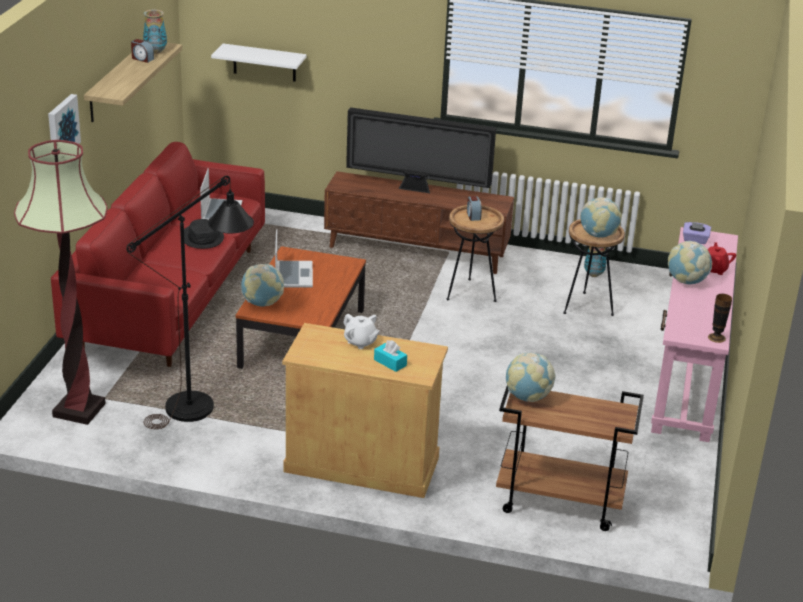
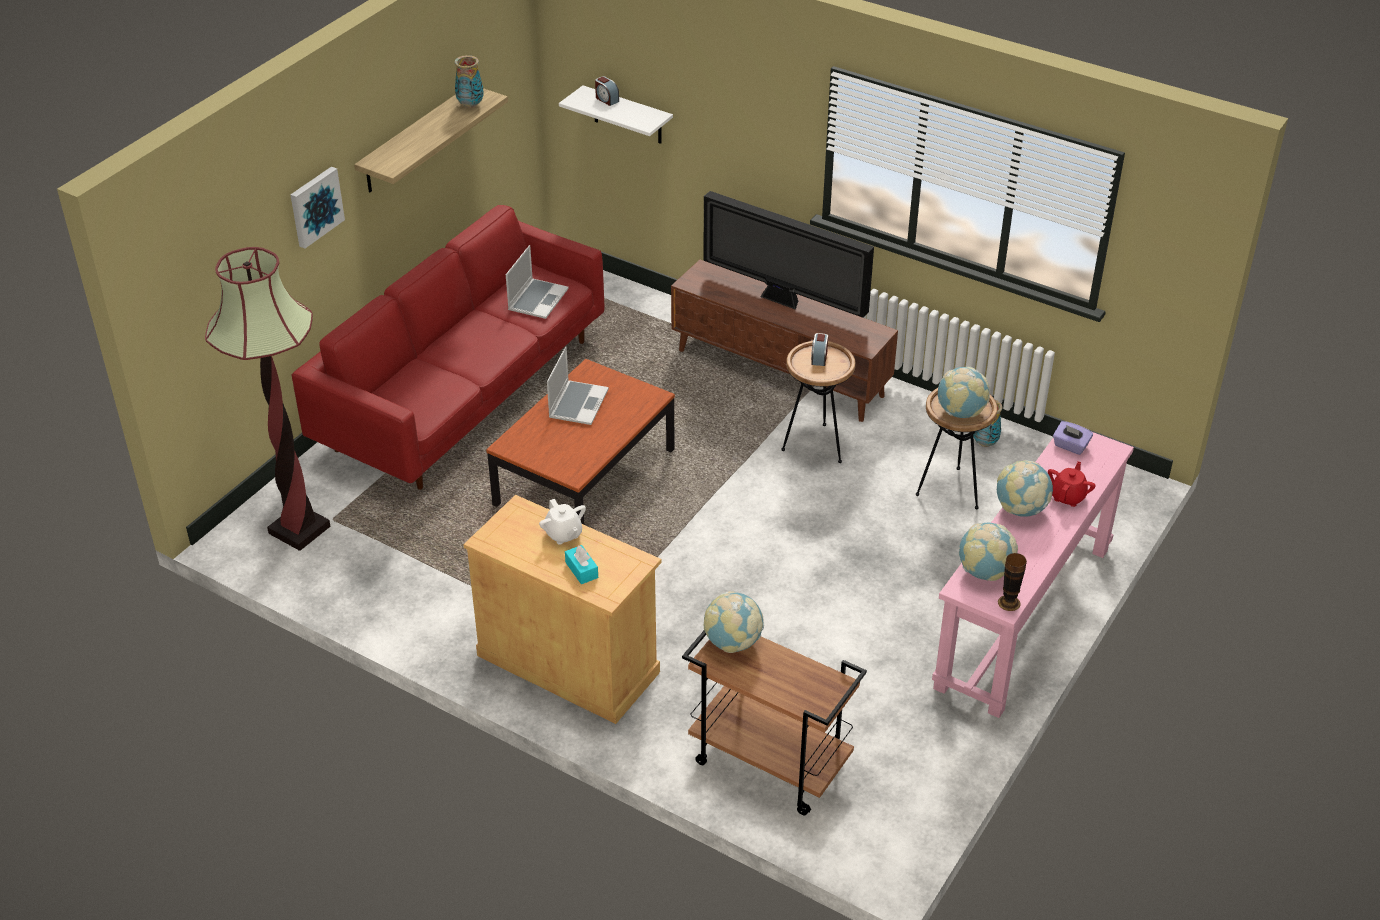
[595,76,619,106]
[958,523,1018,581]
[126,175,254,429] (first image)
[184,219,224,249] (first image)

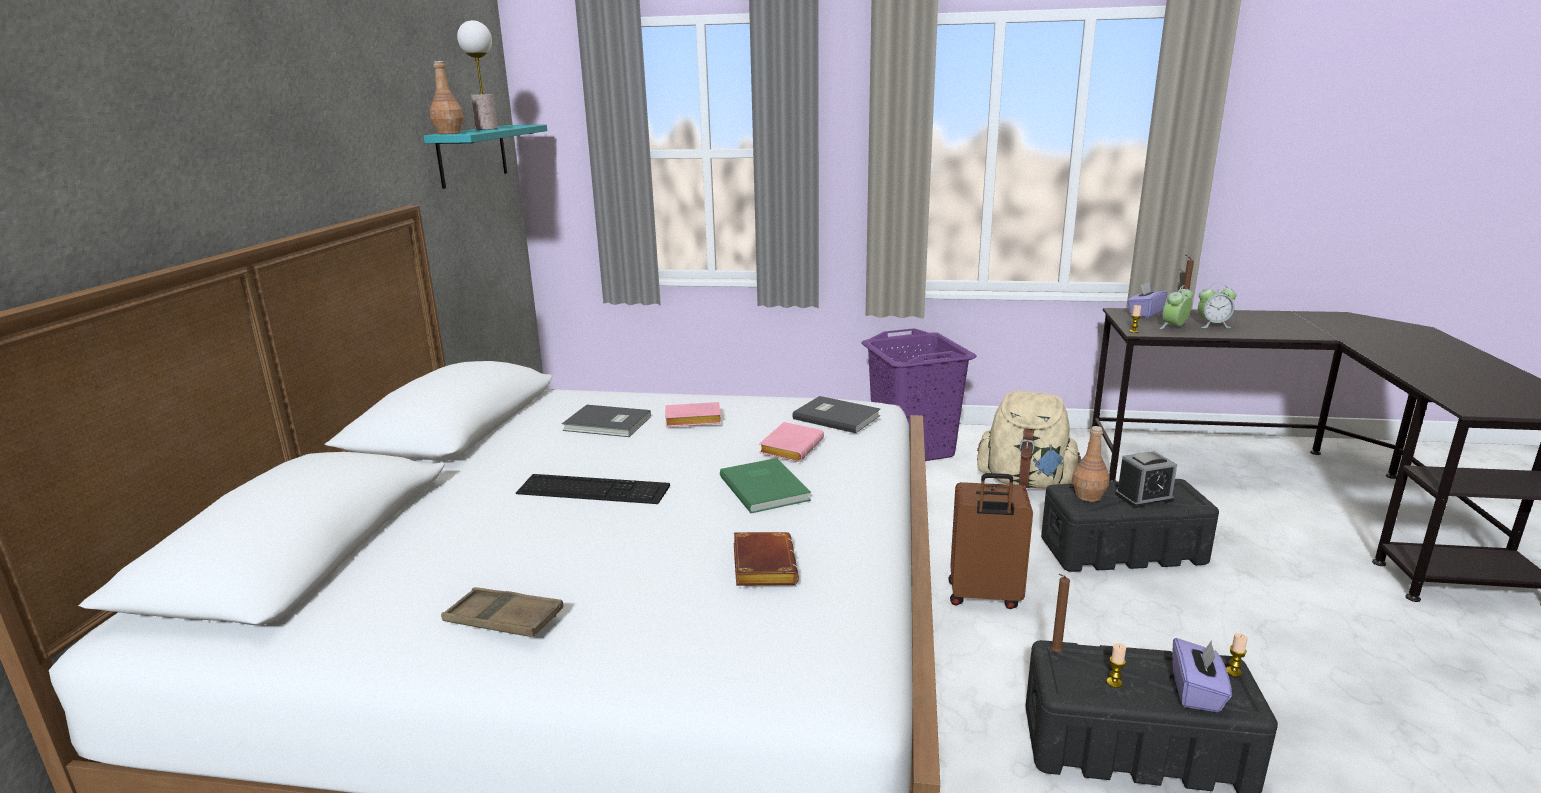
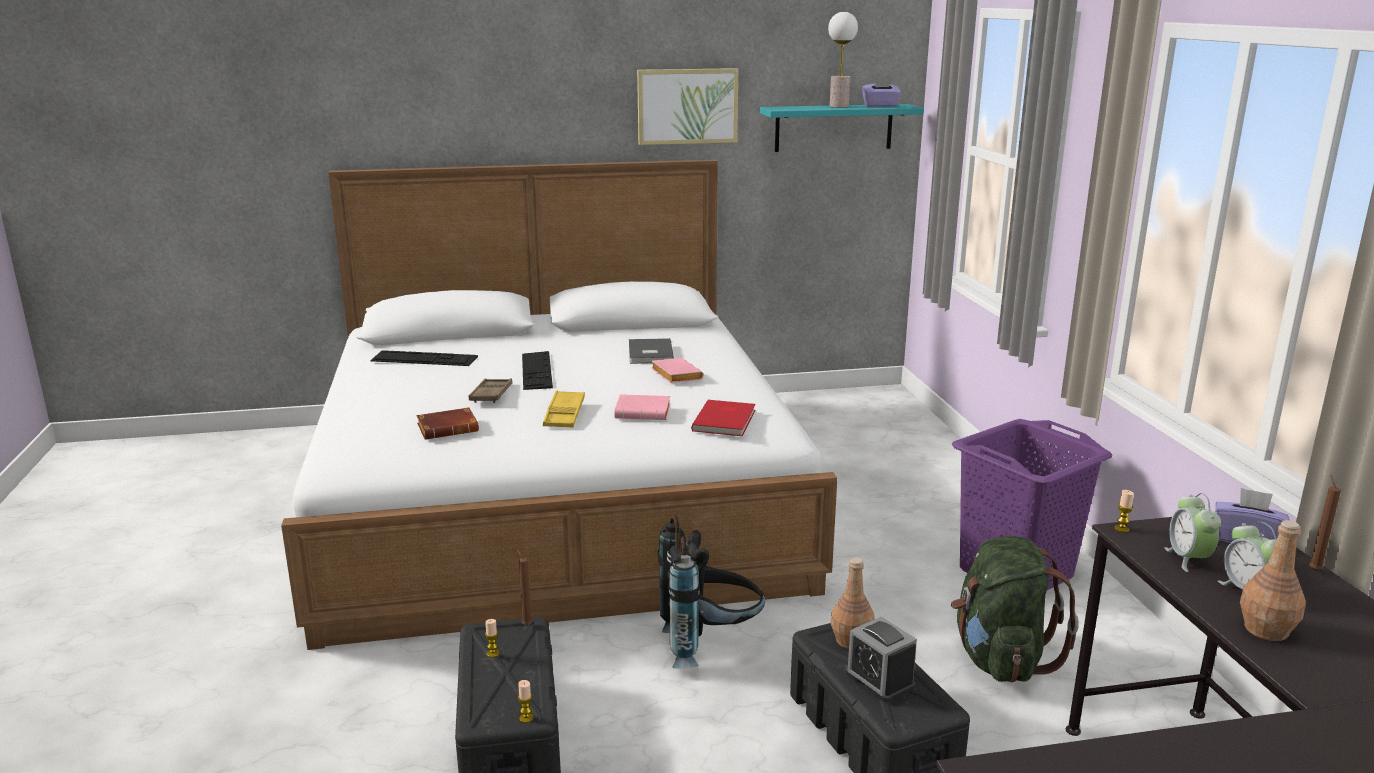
[371,350,478,366]
[469,378,512,403]
[543,390,585,428]
[637,68,738,145]
[658,515,765,669]
[691,400,756,436]
[862,78,901,107]
[951,536,1079,683]
[1165,493,1221,572]
[1240,520,1306,641]

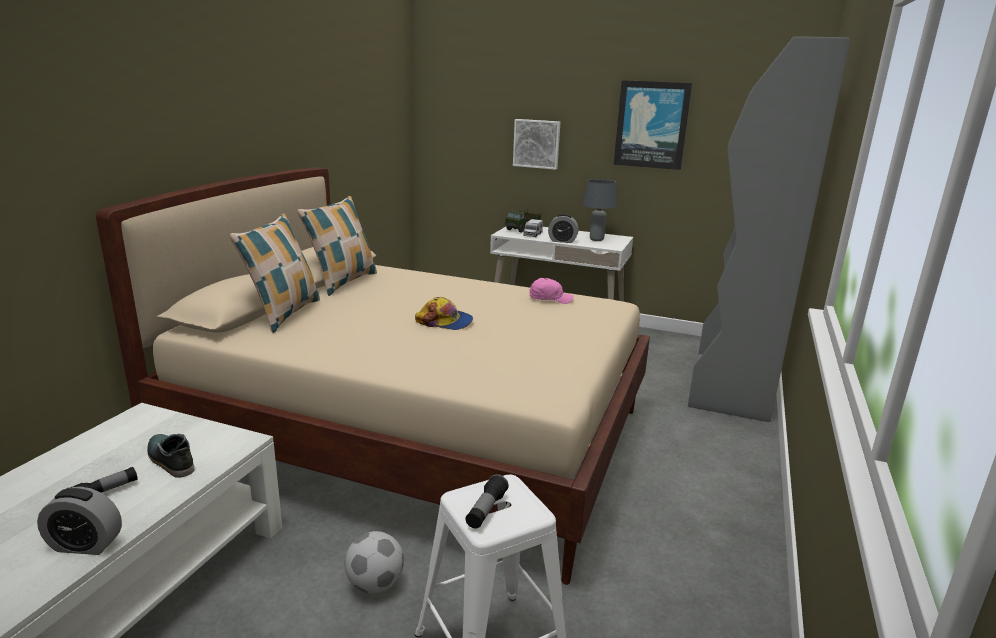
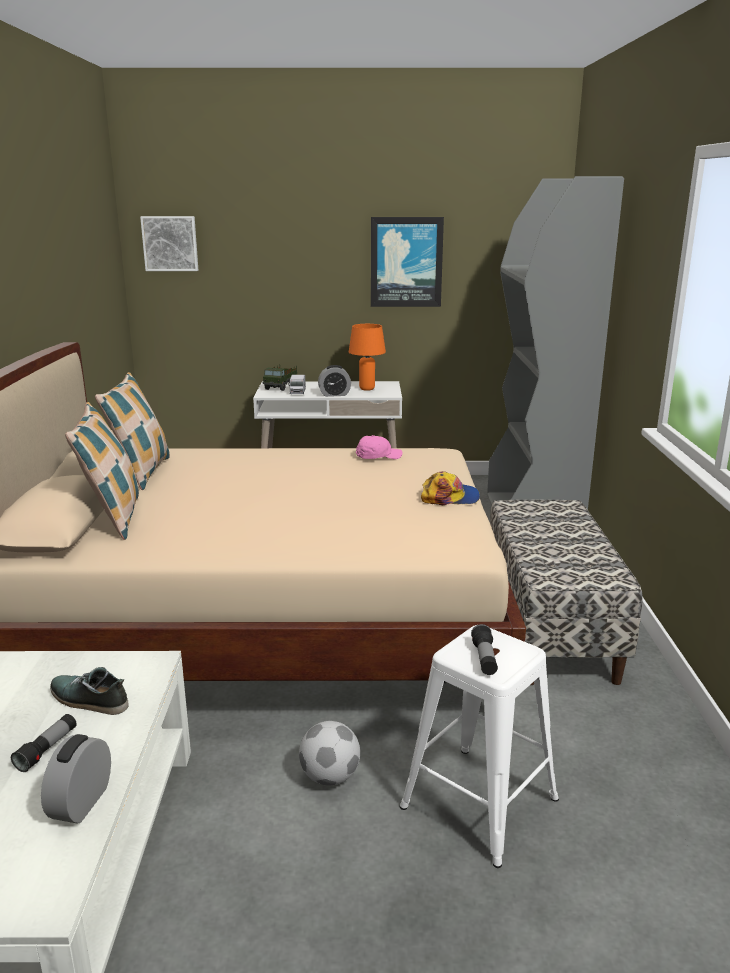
[41,734,111,824]
[140,216,198,271]
[349,324,386,391]
[421,471,480,505]
[490,500,643,685]

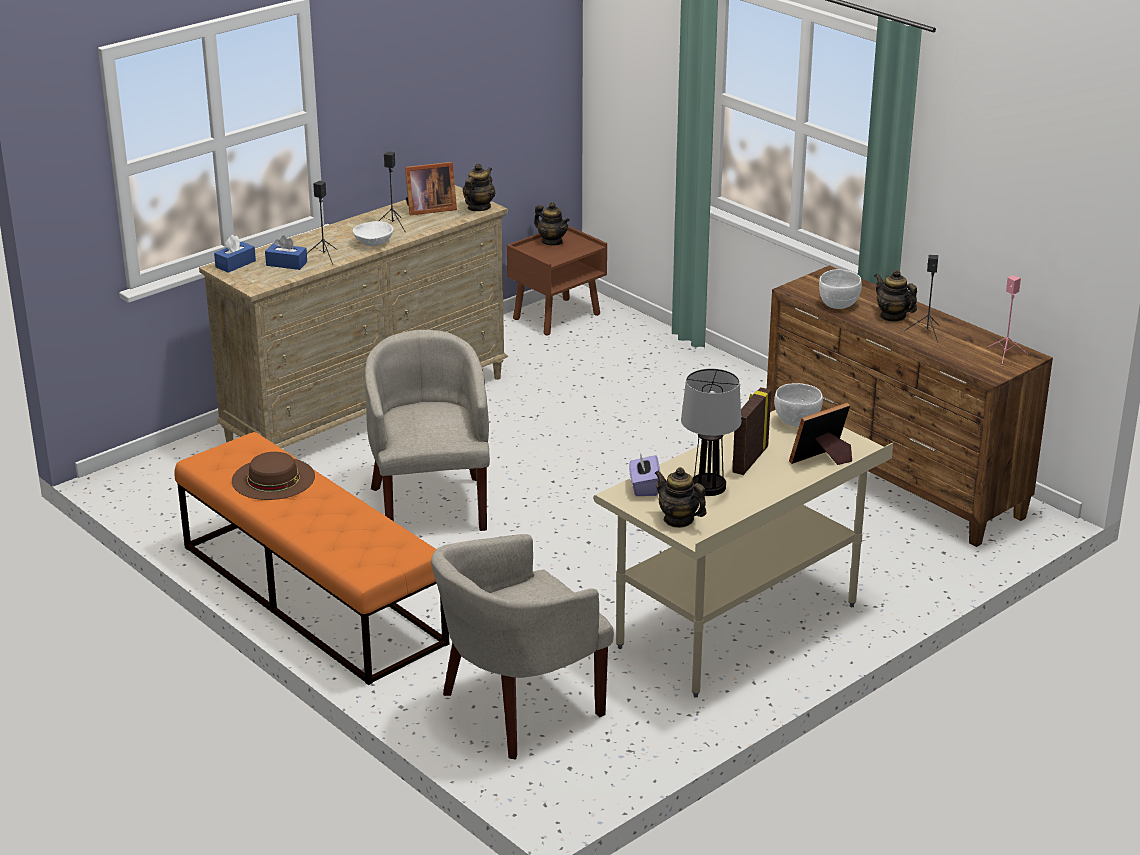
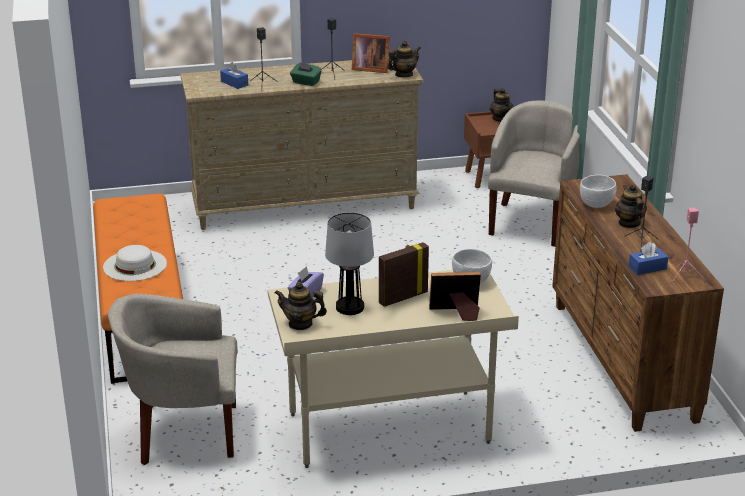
[103,245,167,281]
[275,282,327,330]
[290,62,322,86]
[488,101,580,247]
[628,242,668,275]
[232,452,315,500] (first image)

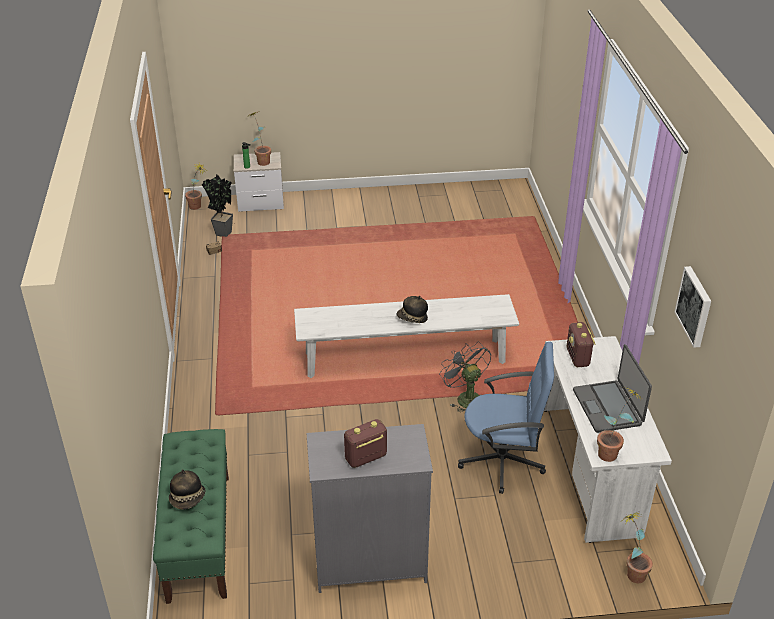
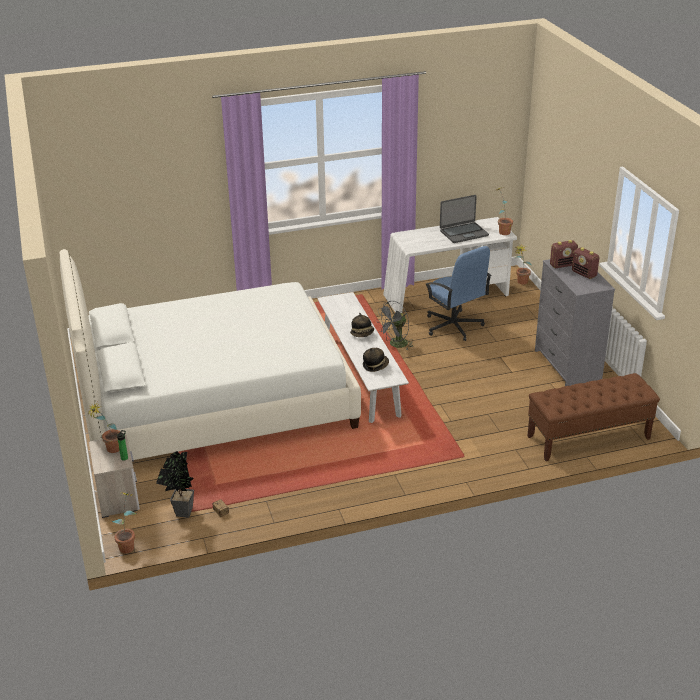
[59,249,361,460]
[363,348,389,372]
[426,246,492,341]
[527,373,660,461]
[550,240,578,268]
[675,266,711,348] (first image)

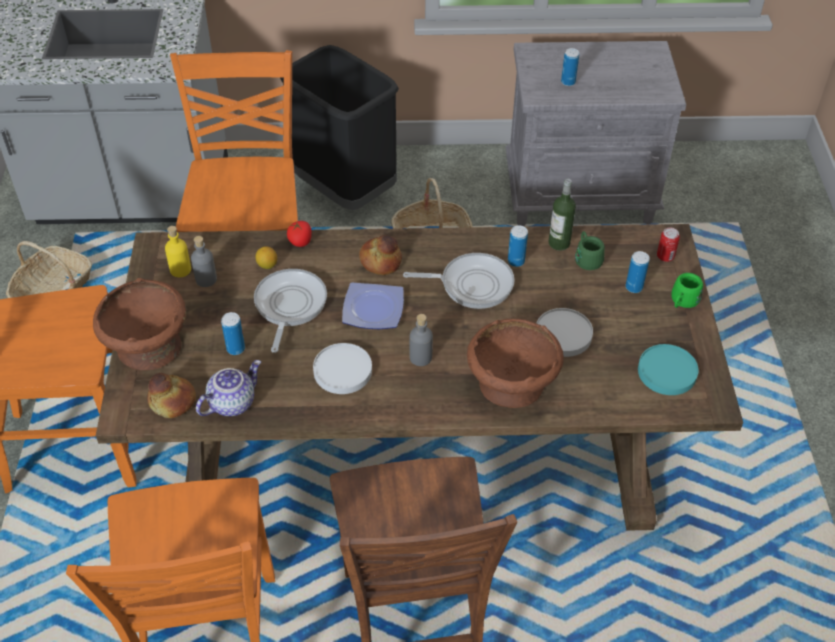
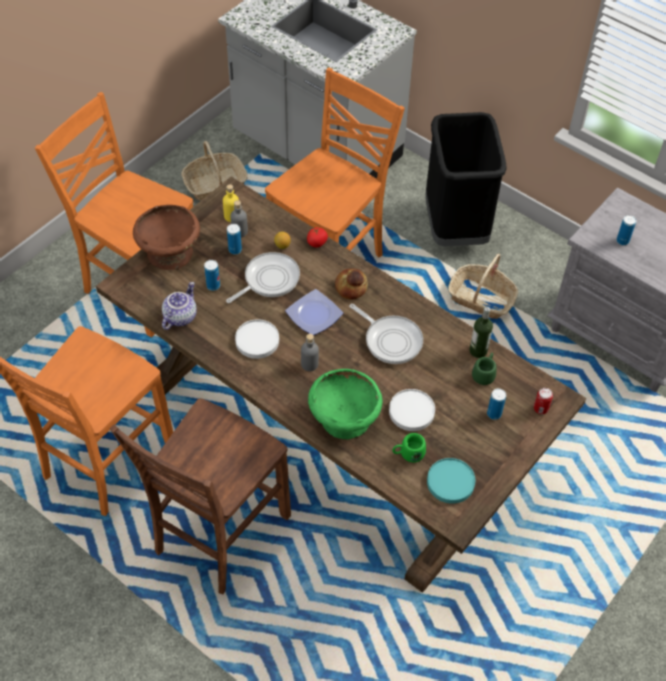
[162,282,197,330]
[227,224,242,255]
[308,369,383,439]
[392,433,426,462]
[147,373,196,418] (first image)

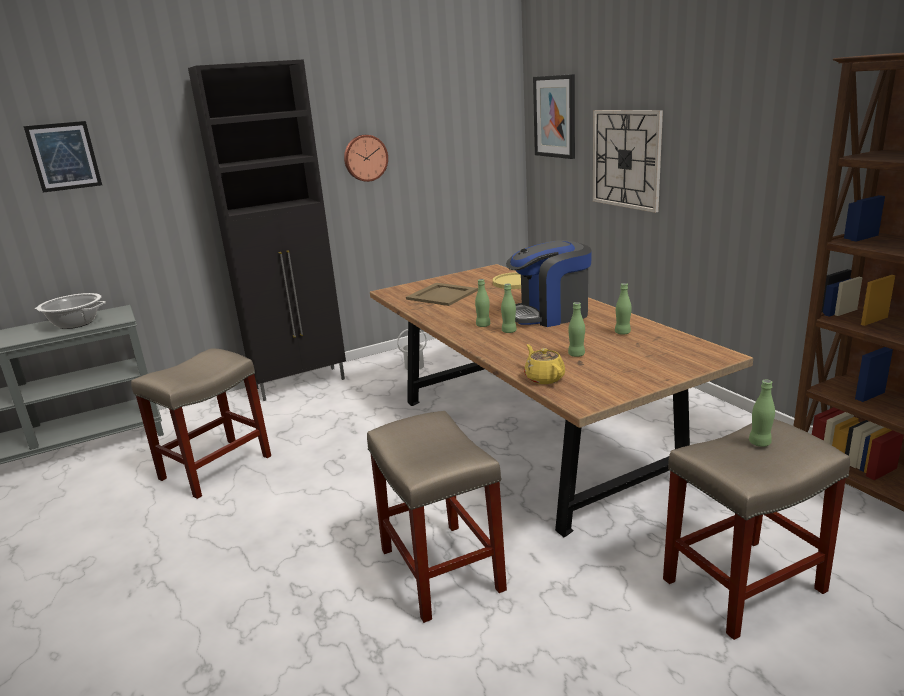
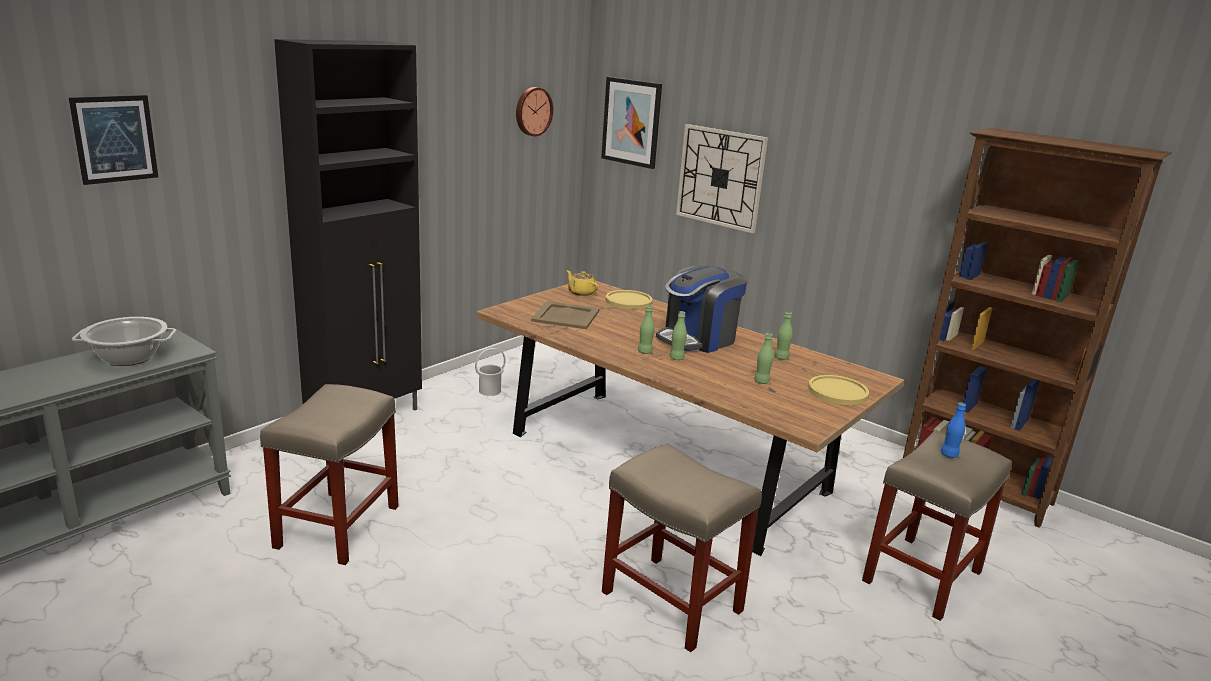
[516,87,553,136]
[566,270,598,296]
[808,375,869,405]
[941,403,966,458]

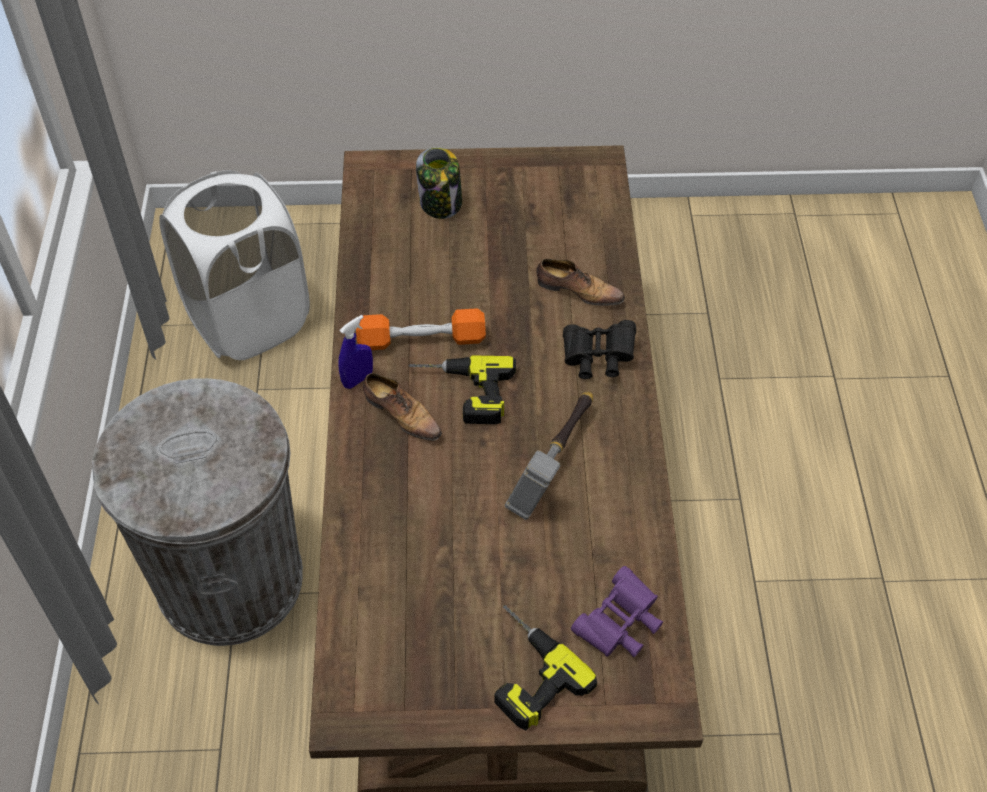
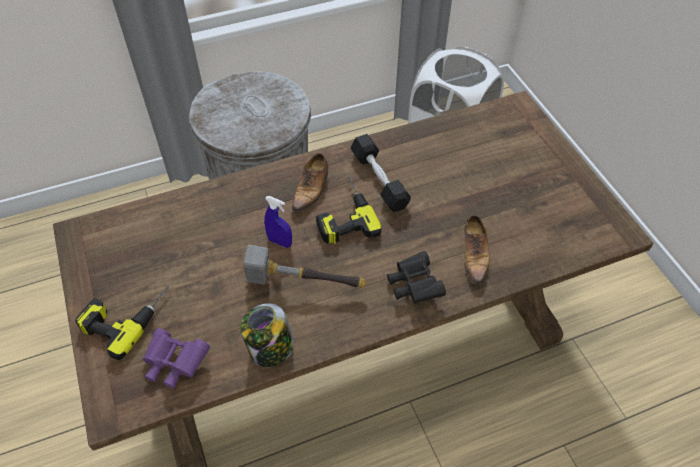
[240,303,294,367]
[264,196,292,248]
[350,134,411,212]

